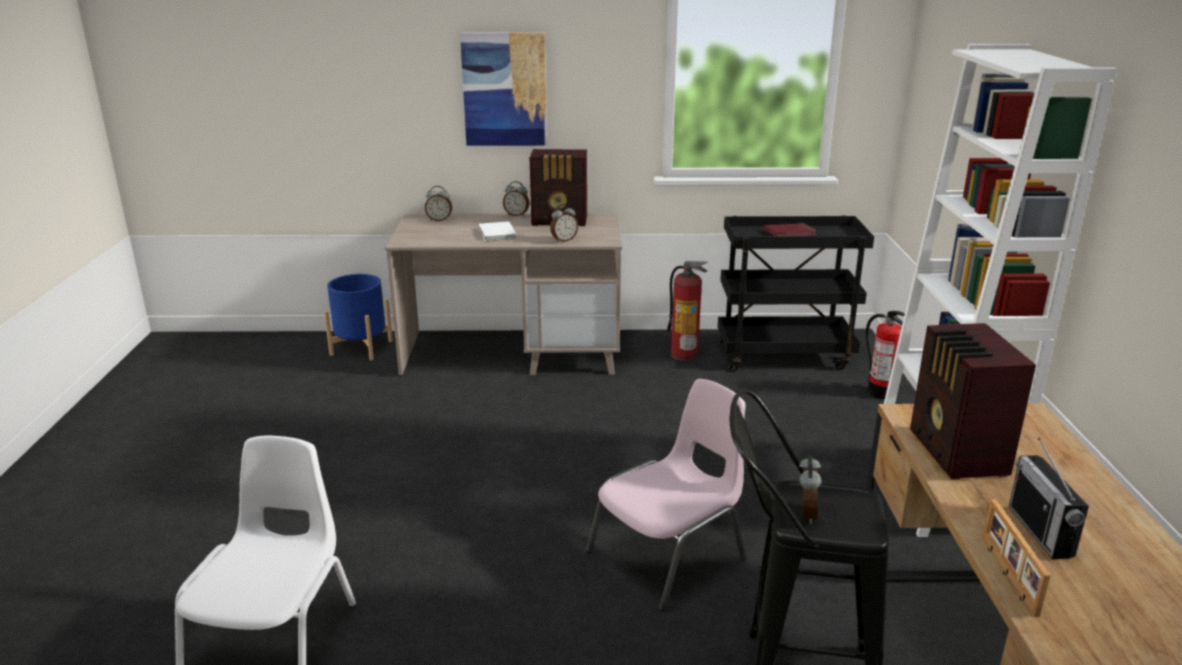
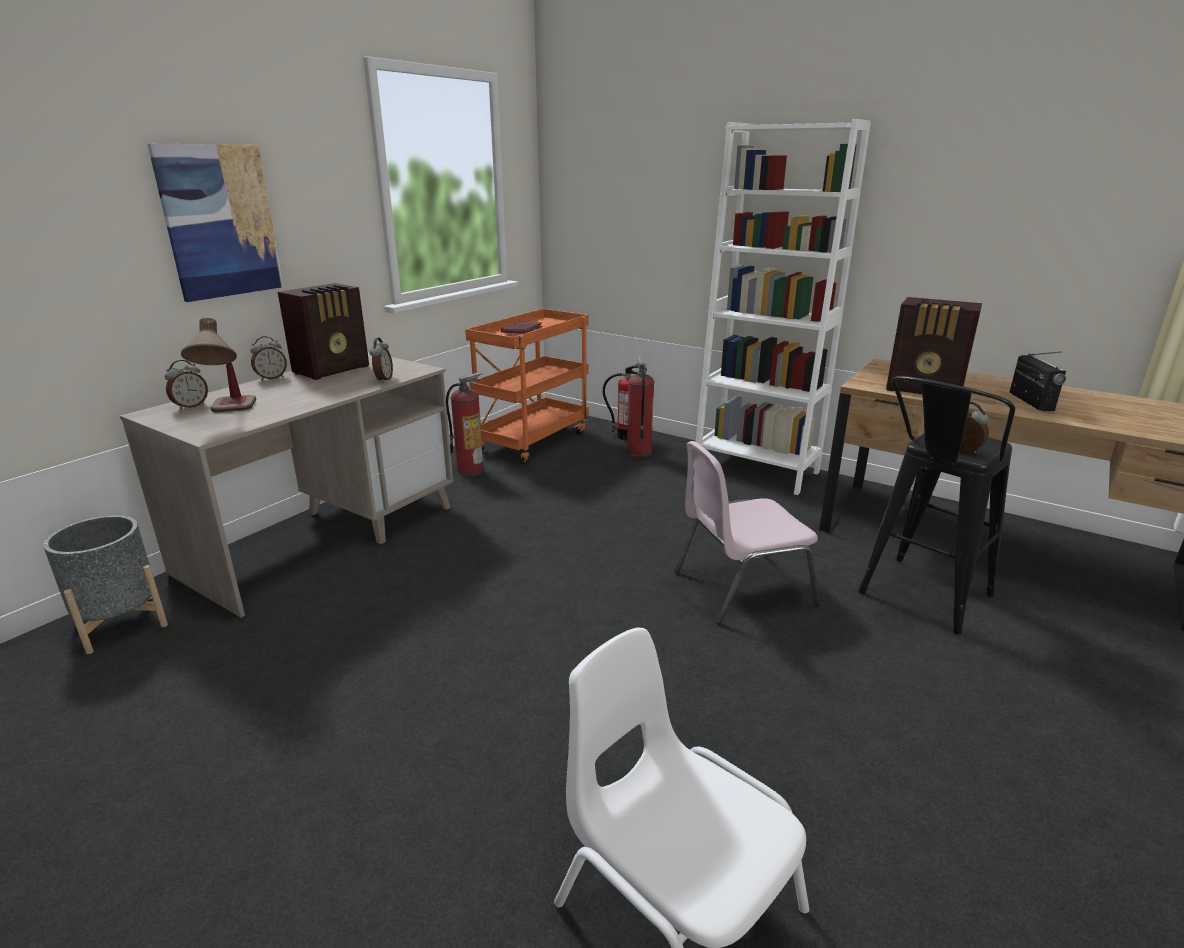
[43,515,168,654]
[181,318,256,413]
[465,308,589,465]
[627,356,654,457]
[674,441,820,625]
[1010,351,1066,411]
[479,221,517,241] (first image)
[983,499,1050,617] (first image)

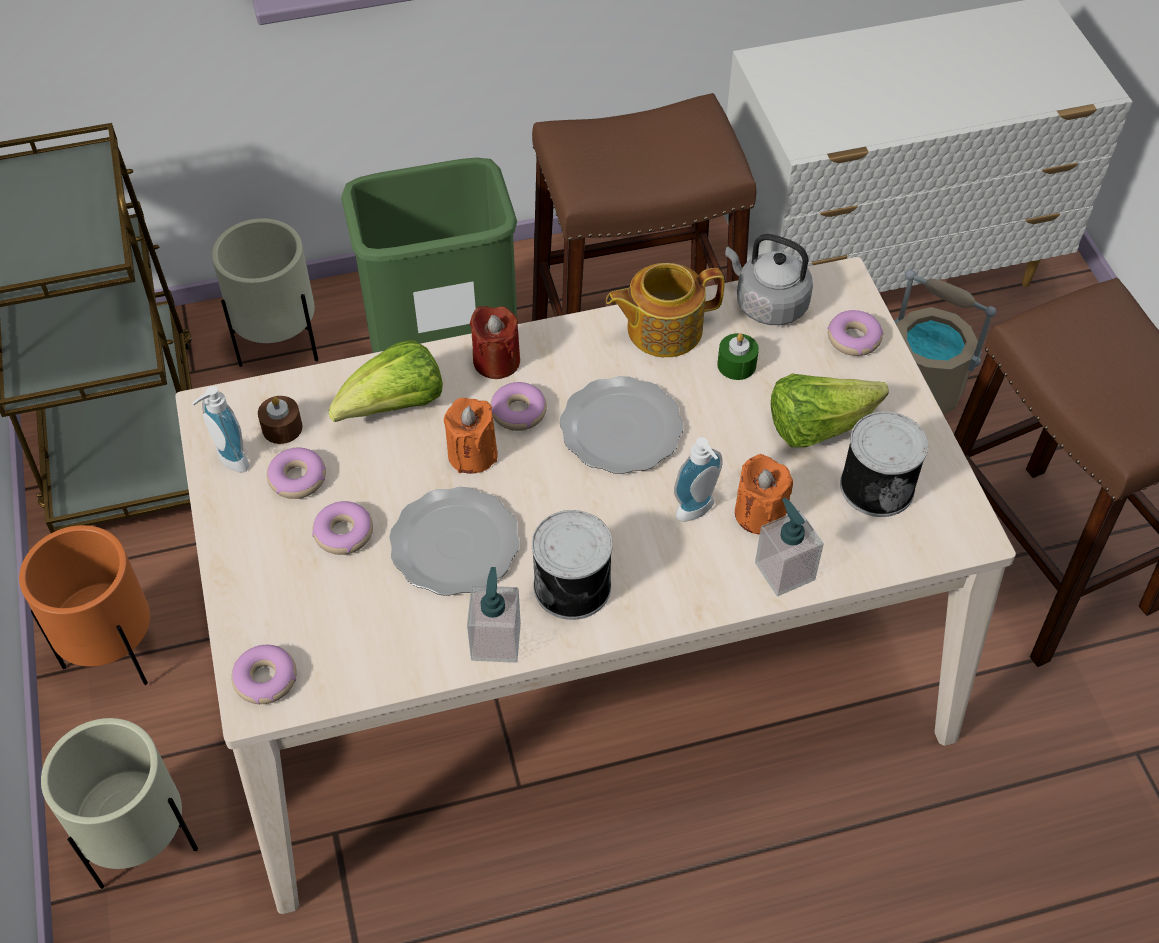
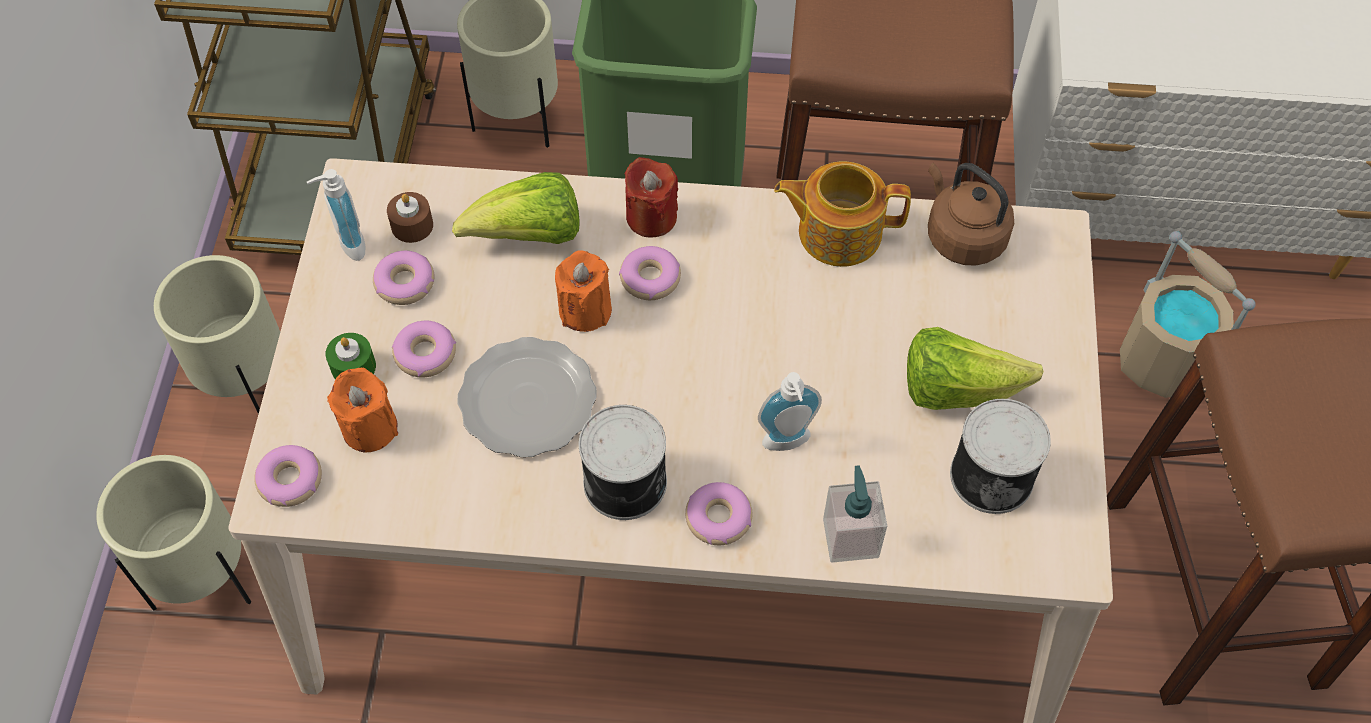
[154,255,280,414]
[326,333,376,380]
[327,367,398,453]
[685,482,753,545]
[928,163,1014,266]
[467,567,521,663] (first image)
[560,376,683,474] (first image)

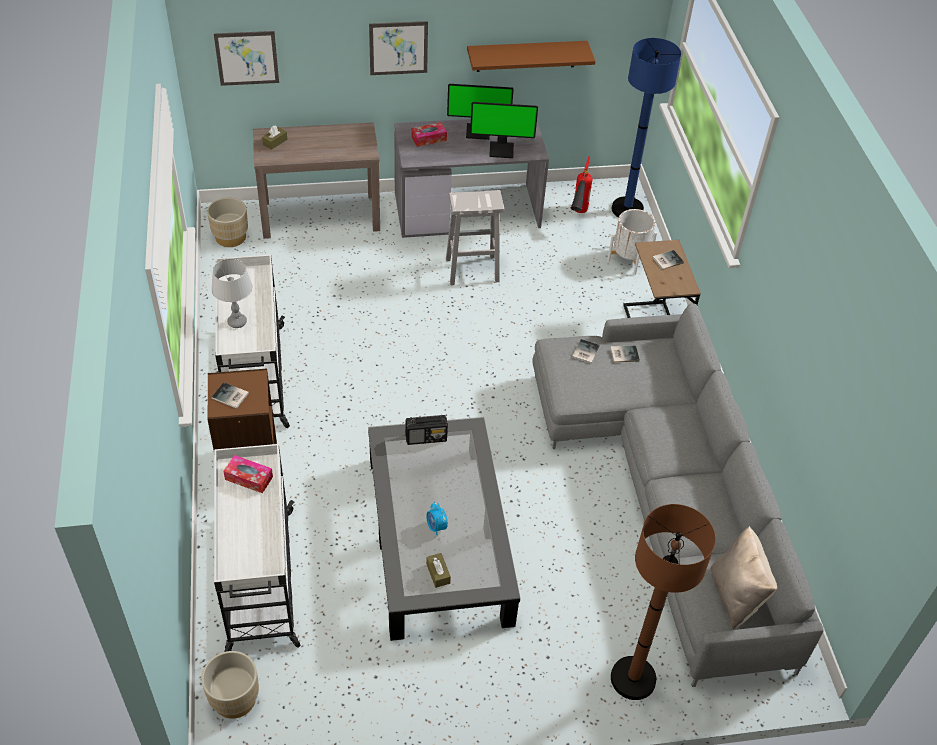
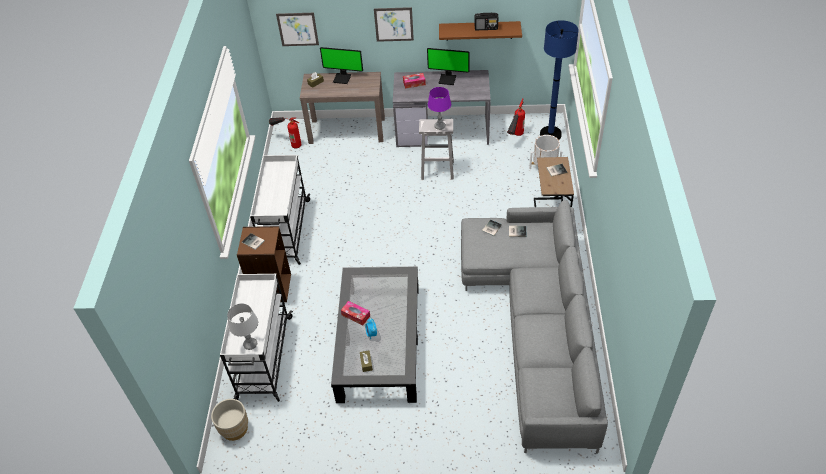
[227,303,258,350]
[269,117,301,148]
[320,47,363,84]
[341,301,370,325]
[428,87,451,130]
[474,13,498,30]
[611,504,716,700] (first image)
[711,526,777,630] (first image)

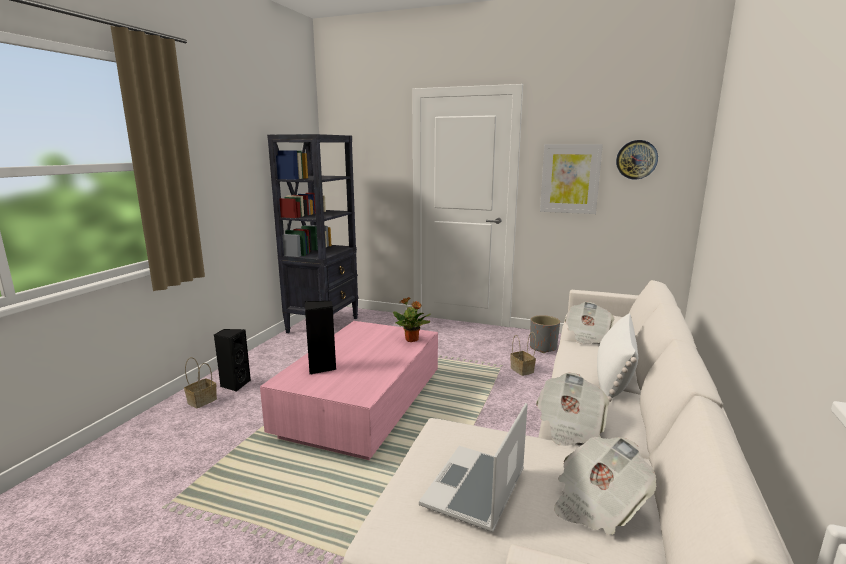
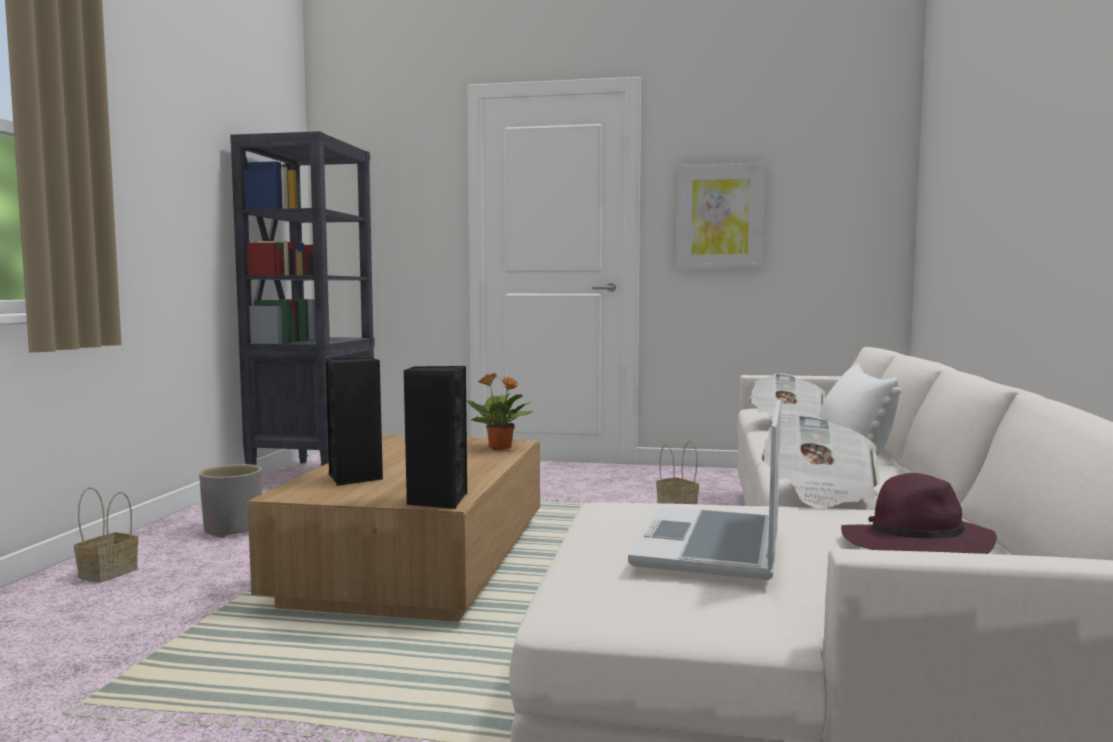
[199,464,262,538]
[248,435,540,622]
[404,366,467,509]
[841,473,997,554]
[616,140,658,179] (first image)

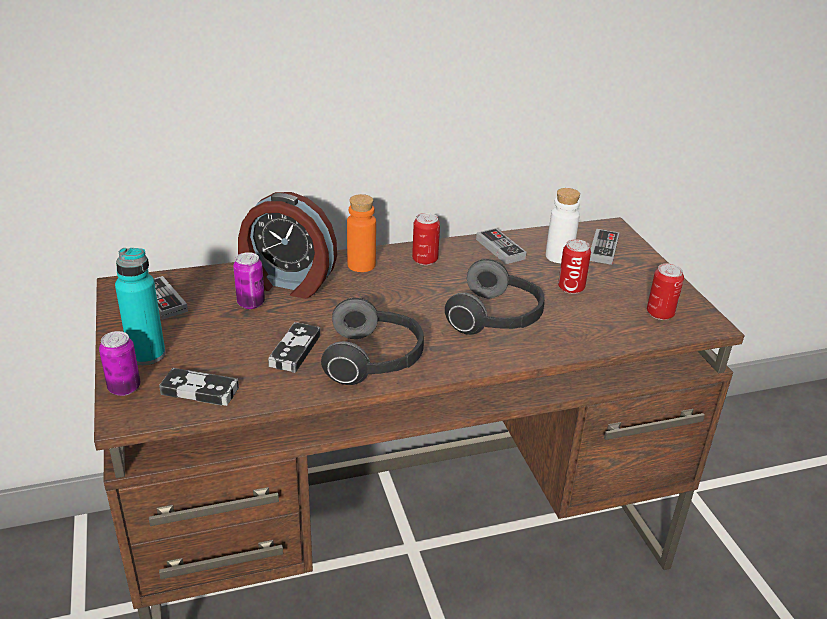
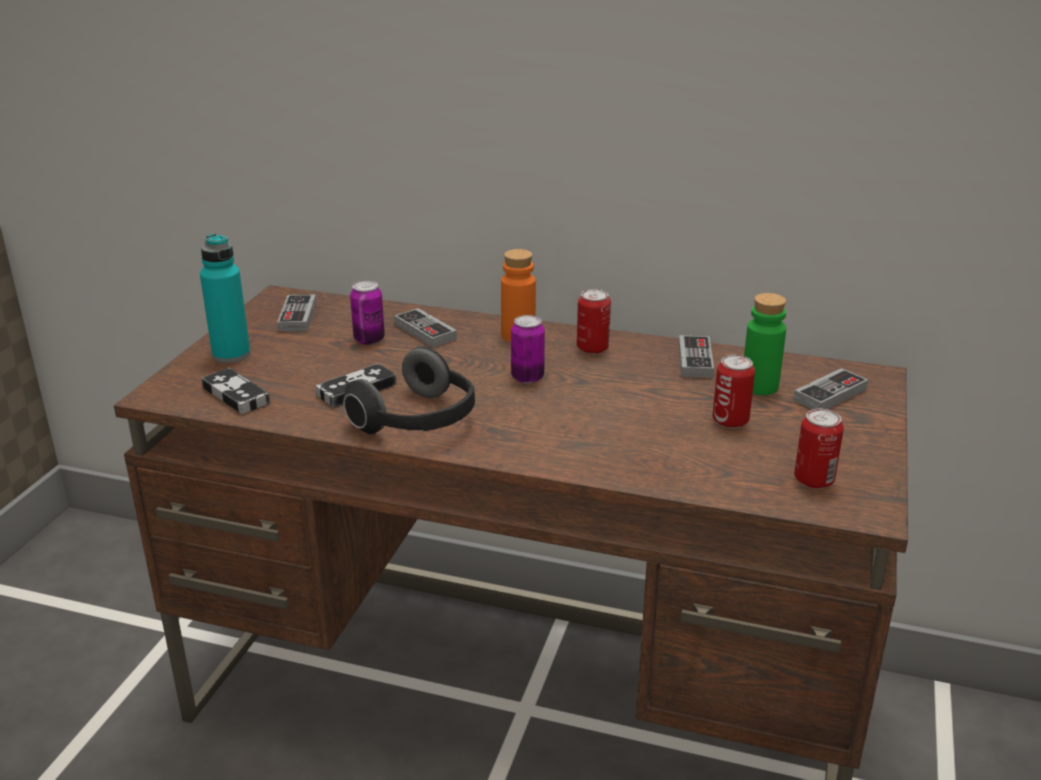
[394,308,457,348]
[511,315,545,384]
[744,293,786,395]
[445,259,545,335] (first image)

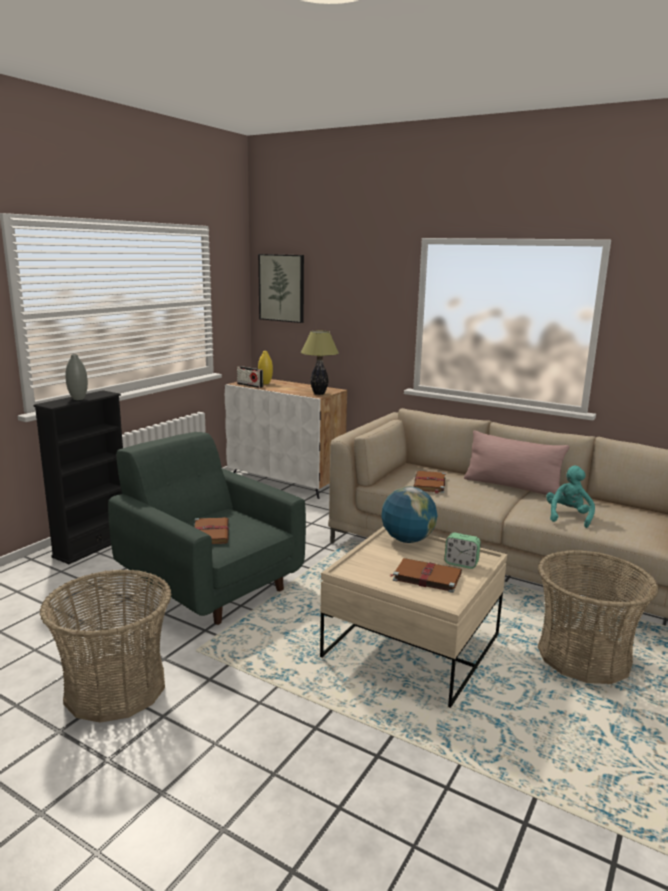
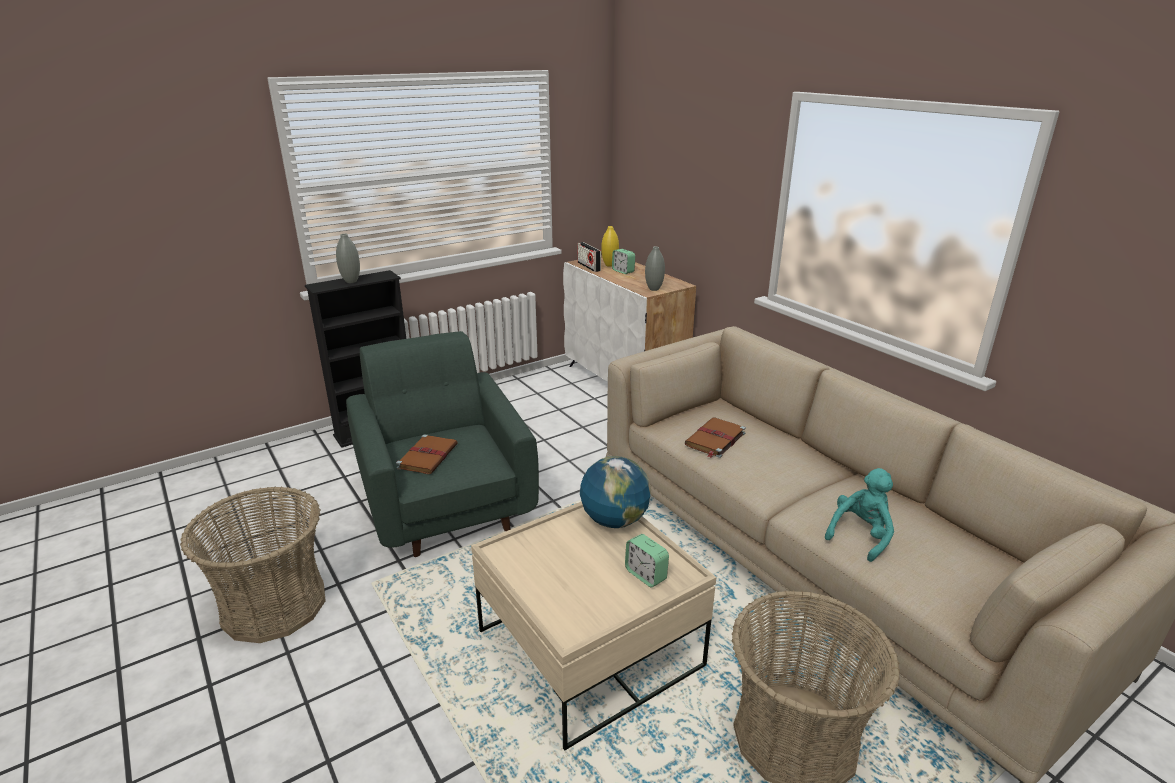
[612,249,635,274]
[645,246,665,291]
[258,254,304,323] (first image)
[390,558,462,593] (first image)
[464,430,569,495] (first image)

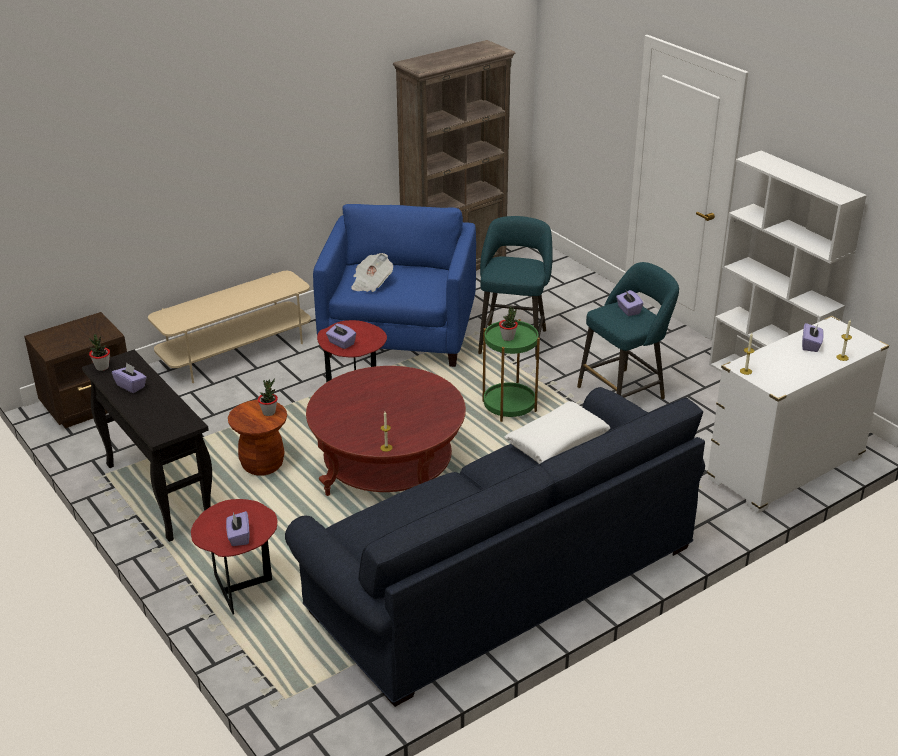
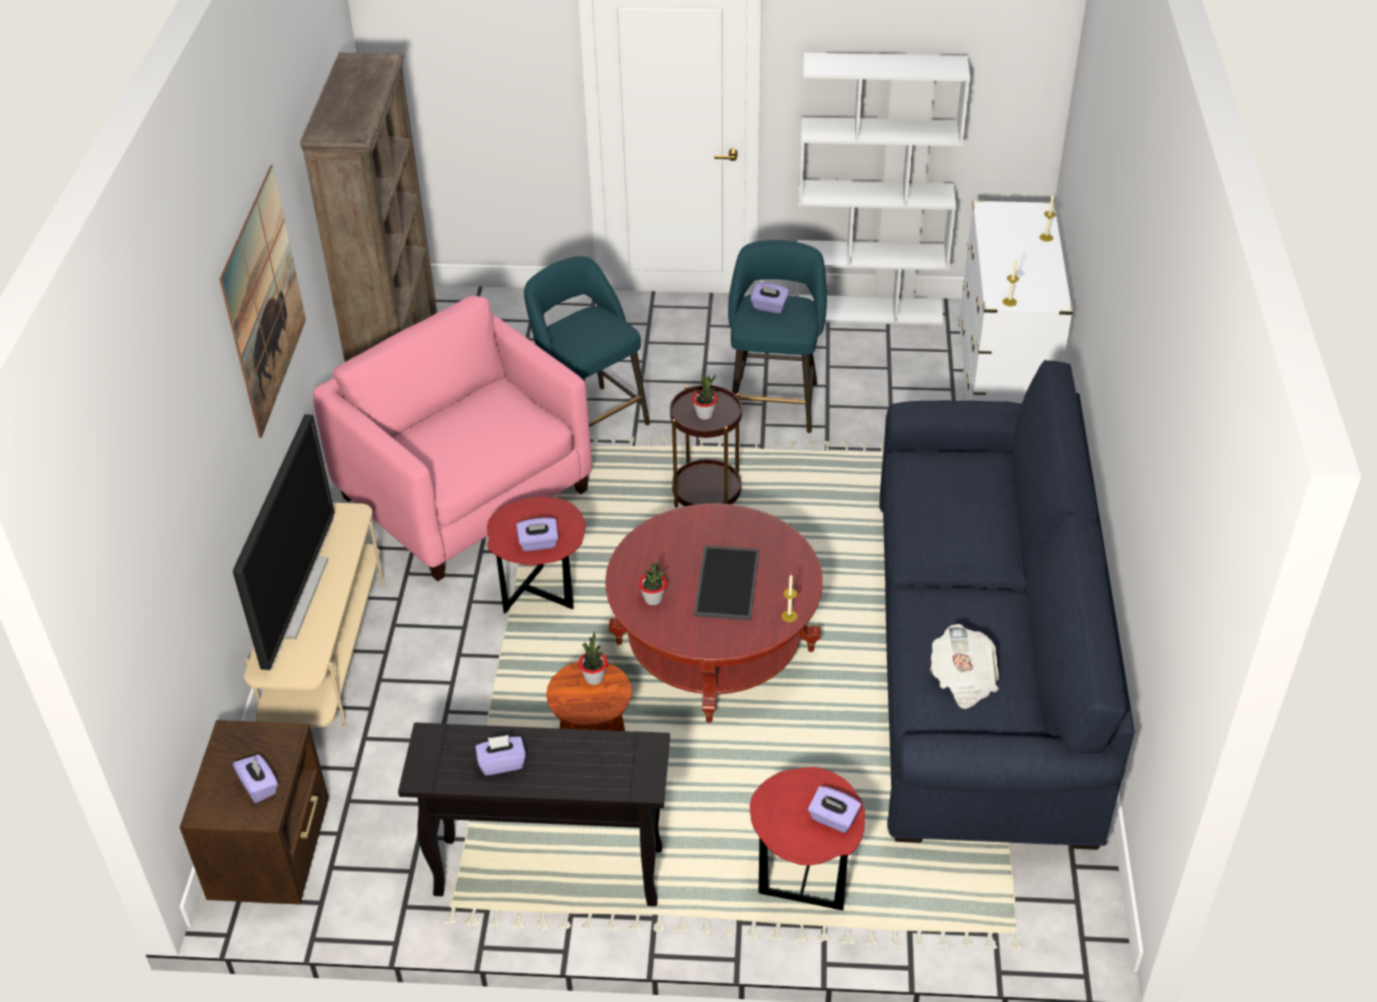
[219,165,306,438]
[233,414,335,670]
[233,755,278,803]
[313,296,592,581]
[639,561,666,605]
[670,385,742,507]
[694,545,759,620]
[930,624,999,709]
[505,401,610,464] (first image)

